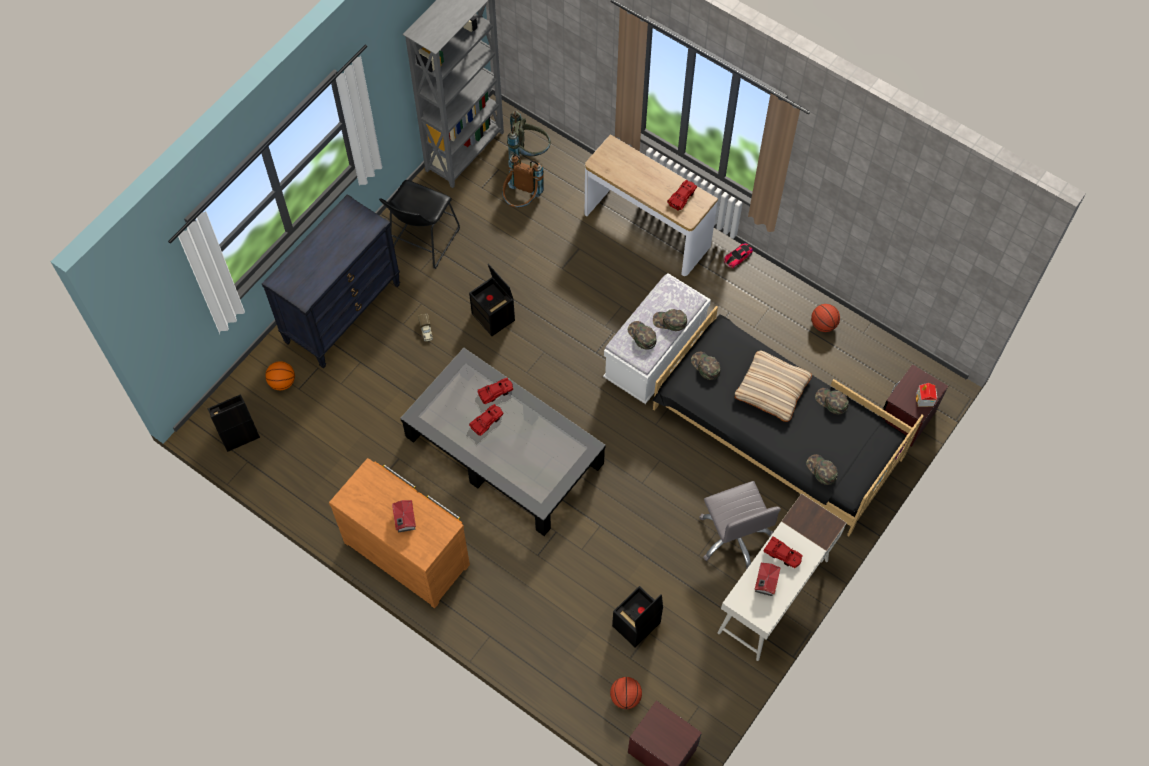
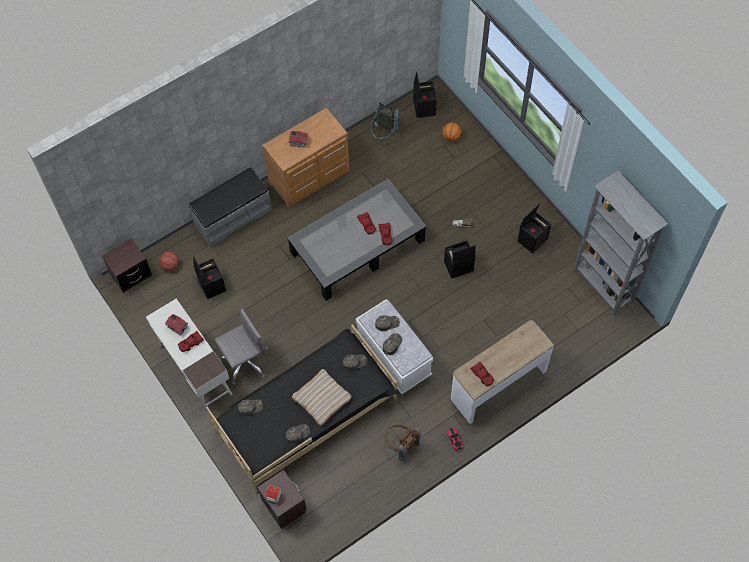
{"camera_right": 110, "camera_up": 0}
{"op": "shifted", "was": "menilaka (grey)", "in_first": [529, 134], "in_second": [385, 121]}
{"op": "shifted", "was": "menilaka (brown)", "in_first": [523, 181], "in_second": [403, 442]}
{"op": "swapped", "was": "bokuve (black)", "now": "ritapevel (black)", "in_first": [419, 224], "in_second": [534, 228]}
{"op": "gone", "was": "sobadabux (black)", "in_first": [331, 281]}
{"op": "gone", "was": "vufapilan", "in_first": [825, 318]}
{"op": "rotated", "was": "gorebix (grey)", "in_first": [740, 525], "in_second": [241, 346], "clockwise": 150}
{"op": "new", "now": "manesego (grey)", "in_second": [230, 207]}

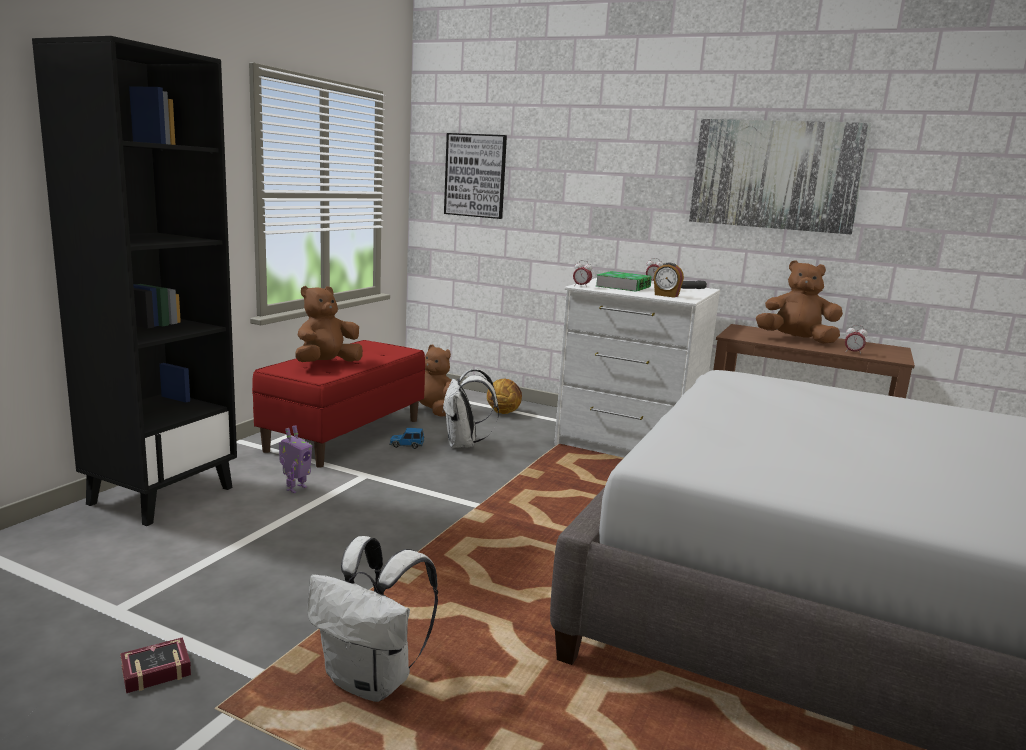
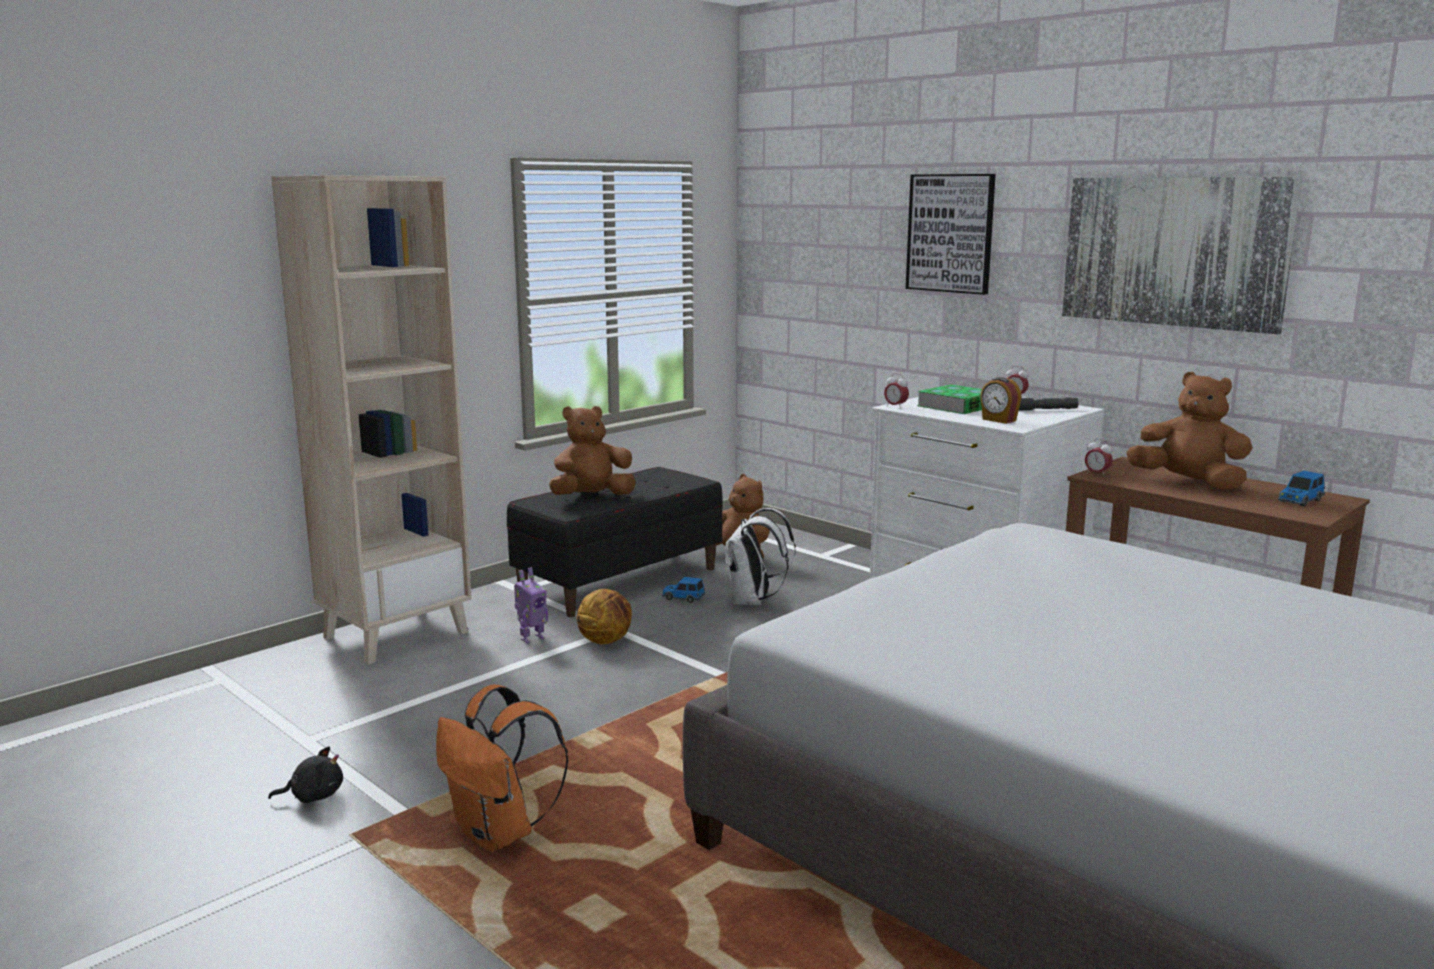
{"camera_right": 20, "camera_up": 0}
{"op": "repainted", "was": "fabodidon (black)", "now": "fabodidon (beige)", "in_first": [134, 281], "in_second": [371, 420]}
{"op": "shifted", "was": "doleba", "in_first": [475, 176], "in_second": [951, 234]}
{"op": "shifted", "was": "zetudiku", "in_first": [856, 340], "in_second": [1099, 458]}
{"op": "repainted", "was": "manesego (red)", "now": "manesego (black)", "in_first": [338, 404], "in_second": [615, 542]}
{"op": "shifted", "was": "vufapilan", "in_first": [504, 396], "in_second": [604, 616]}
{"op": "repainted", "was": "menilaka (white)", "now": "menilaka (orange)", "in_first": [372, 619], "in_second": [502, 768]}
{"op": "swapped", "was": "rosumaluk", "now": "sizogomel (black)", "in_first": [155, 665], "in_second": [305, 774]}
{"op": "new", "now": "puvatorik", "in_second": [1301, 488]}

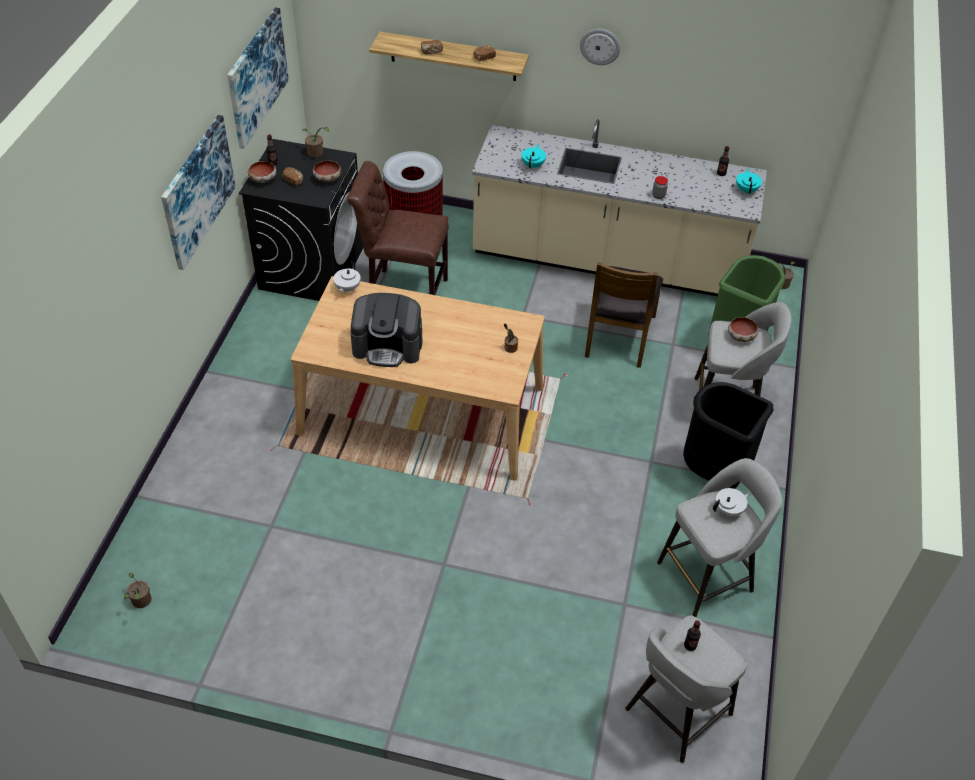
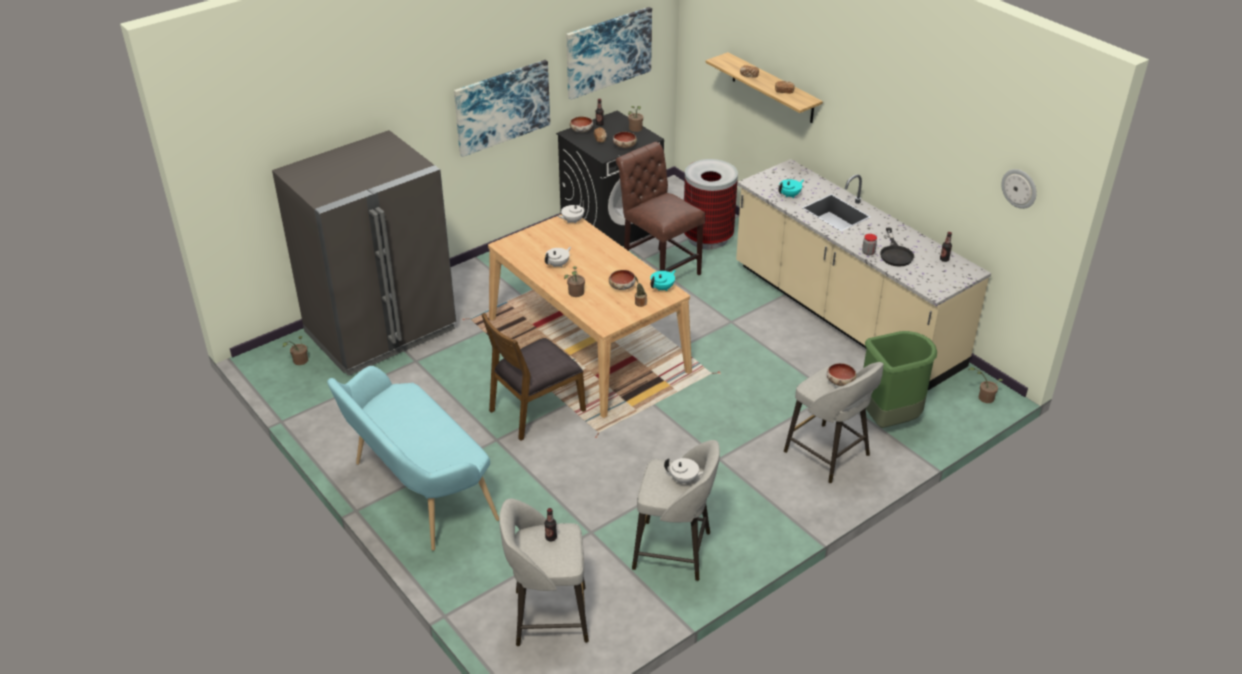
{"camera_right": 40, "camera_up": -10}
{"op": "shifted", "was": "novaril", "in_first": [600, 47], "in_second": [1019, 189]}
{"op": "shifted", "was": "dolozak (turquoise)", "in_first": [749, 181], "in_second": [663, 280]}
{"op": "shifted", "was": "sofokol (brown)", "in_first": [624, 315], "in_second": [533, 377]}
{"op": "swapped", "was": "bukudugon", "now": "dolozak (white)", "in_first": [386, 330], "in_second": [558, 257]}
{"op": "gone", "was": "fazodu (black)", "in_first": [728, 435]}
{"op": "new", "now": "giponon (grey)", "in_second": [364, 253]}
{"op": "new", "now": "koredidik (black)", "in_second": [897, 247]}
{"op": "new", "now": "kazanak", "in_second": [574, 281]}
{"op": "new", "now": "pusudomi", "in_second": [622, 280]}
{"op": "new", "now": "manesego (turquoise)", "in_second": [413, 458]}

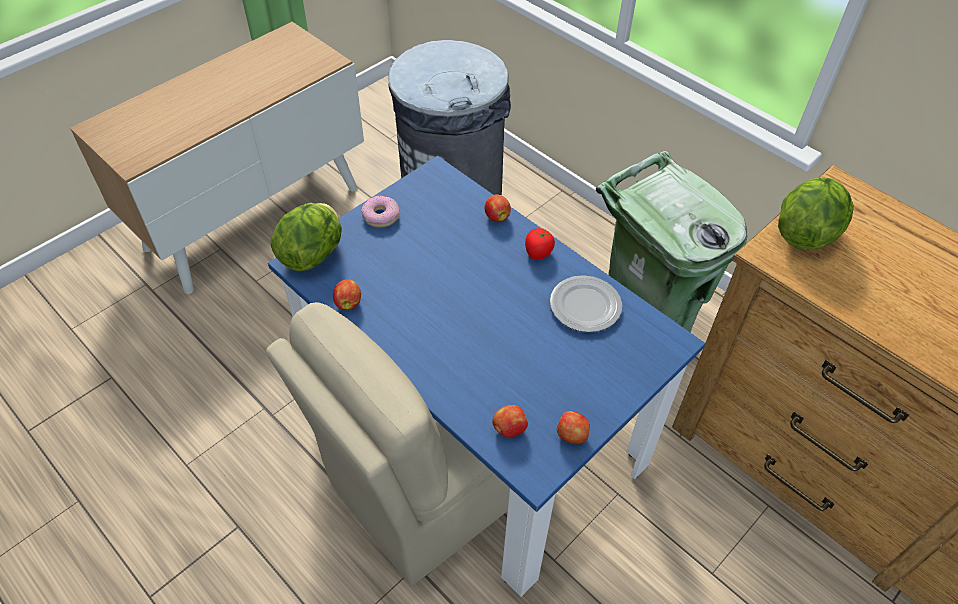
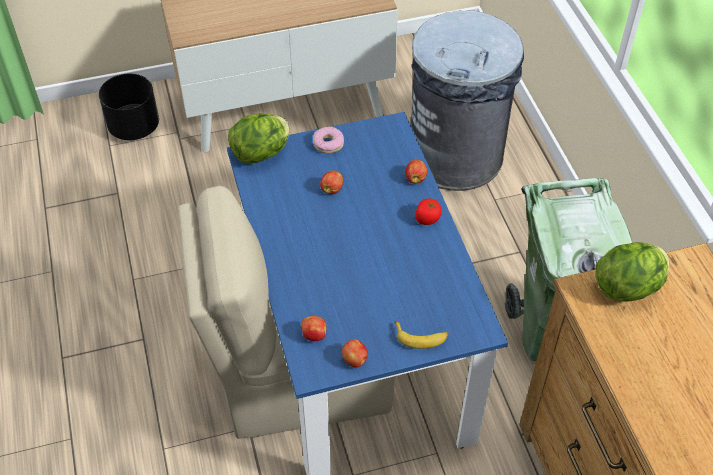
{"camera_right": 30, "camera_up": 0}
{"op": "gone", "was": "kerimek", "in_first": [586, 303]}
{"op": "shifted", "was": "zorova", "in_first": [347, 294], "in_second": [331, 182]}
{"op": "new", "now": "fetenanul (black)", "in_second": [129, 107]}
{"op": "new", "now": "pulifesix", "in_second": [422, 335]}

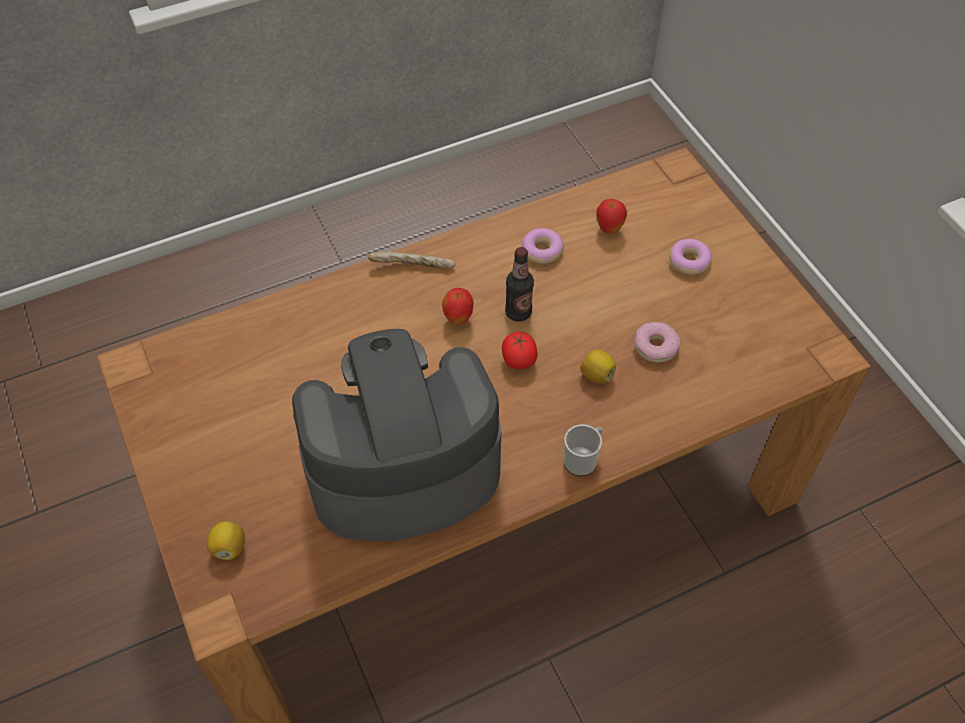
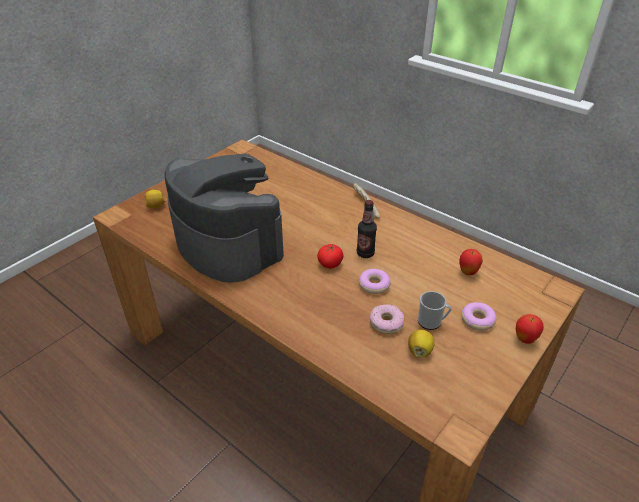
{"camera_right": 65, "camera_up": -15}
{"op": "shifted", "was": "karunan", "in_first": [542, 246], "in_second": [375, 281]}
{"op": "shifted", "was": "zorova", "in_first": [458, 306], "in_second": [530, 329]}
{"op": "shifted", "was": "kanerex", "in_first": [598, 366], "in_second": [421, 343]}
{"op": "shifted", "was": "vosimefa", "in_first": [583, 450], "in_second": [435, 310]}

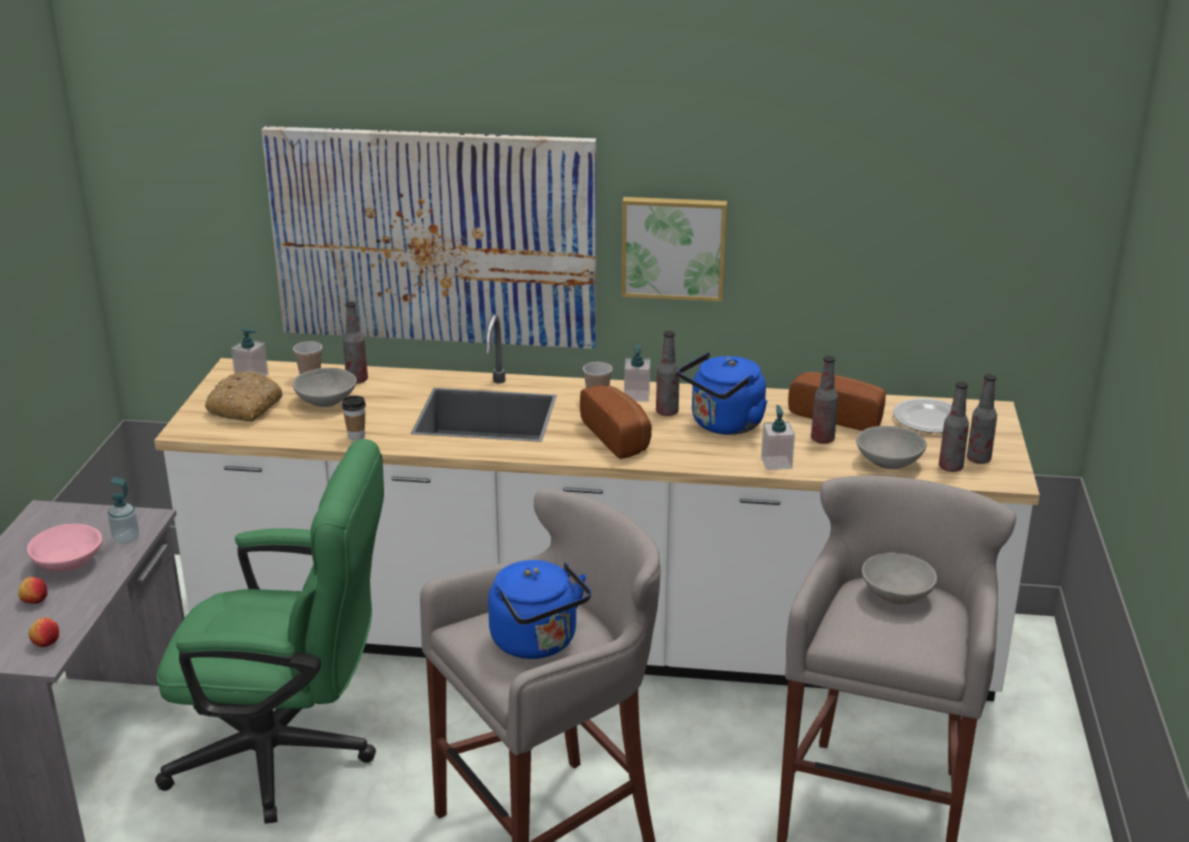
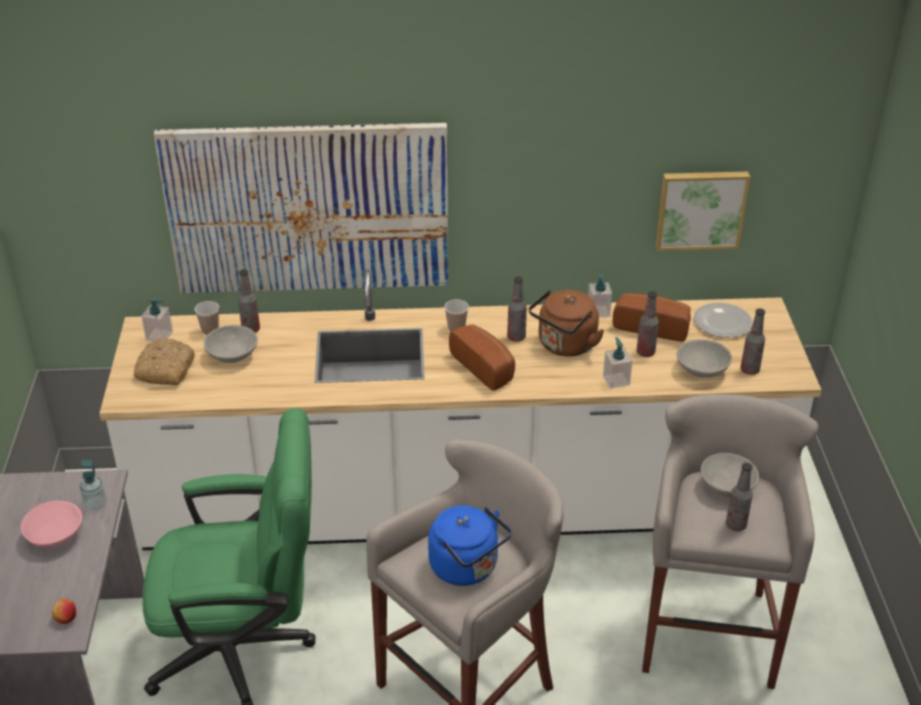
{"camera_right": -10, "camera_up": 10}
{"op": "shifted", "was": "doleba", "in_first": [674, 249], "in_second": [703, 211]}
{"op": "shifted", "was": "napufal", "in_first": [637, 373], "in_second": [600, 295]}
{"op": "repainted", "was": "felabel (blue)", "now": "felabel (brown)", "in_first": [723, 393], "in_second": [566, 323]}
{"op": "shifted", "was": "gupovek", "in_first": [982, 419], "in_second": [739, 497]}
{"op": "gone", "was": "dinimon", "in_first": [354, 418]}
{"op": "gone", "was": "zorova", "in_first": [32, 590]}

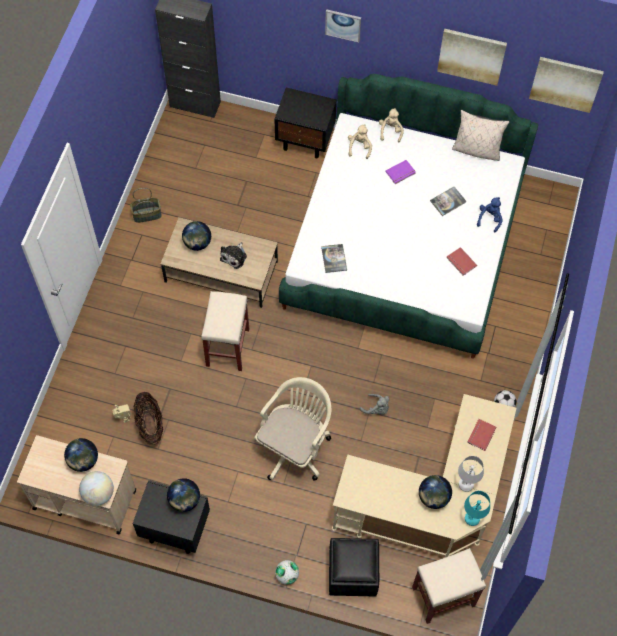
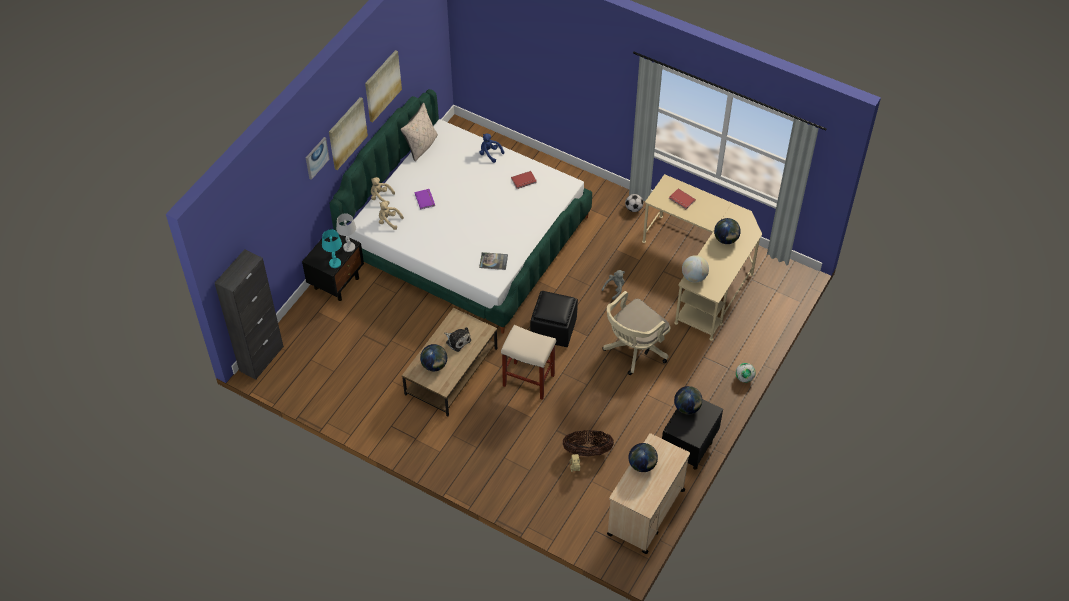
{"camera_right": -75, "camera_up": -10}
{"op": "shifted", "was": "doleba", "in_first": [566, 85], "in_second": [348, 133]}
{"op": "gone", "was": "rosumaluk", "in_first": [448, 201]}
{"op": "gone", "was": "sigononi", "in_first": [146, 205]}
{"op": "rotated", "was": "gorebix (beige)", "in_first": [293, 429], "in_second": [636, 333], "clockwise": -90}
{"op": "shifted", "was": "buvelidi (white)", "in_first": [471, 474], "in_second": [346, 232]}
{"op": "shifted", "was": "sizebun", "in_first": [96, 488], "in_second": [695, 269]}
{"op": "shifted", "was": "buvelidi (turquoise)", "in_first": [477, 508], "in_second": [332, 249]}
{"op": "shifted", "was": "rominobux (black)", "in_first": [354, 567], "in_second": [554, 319]}
{"op": "gone", "was": "bokuve (beige)", "in_first": [449, 586]}

